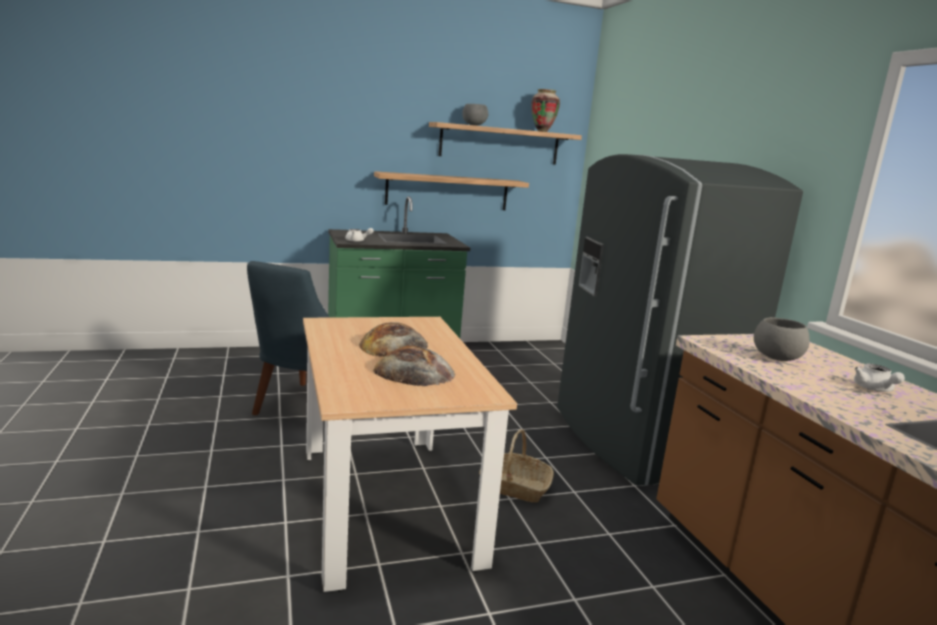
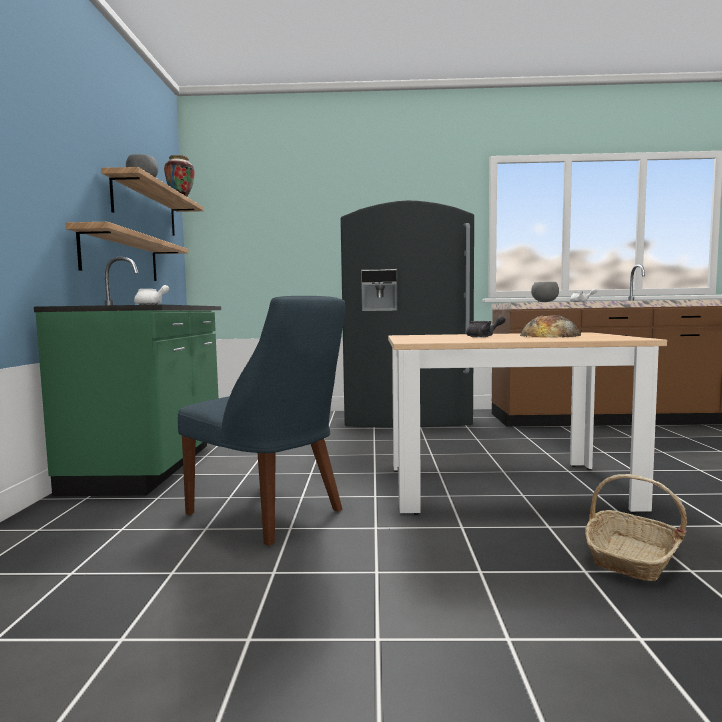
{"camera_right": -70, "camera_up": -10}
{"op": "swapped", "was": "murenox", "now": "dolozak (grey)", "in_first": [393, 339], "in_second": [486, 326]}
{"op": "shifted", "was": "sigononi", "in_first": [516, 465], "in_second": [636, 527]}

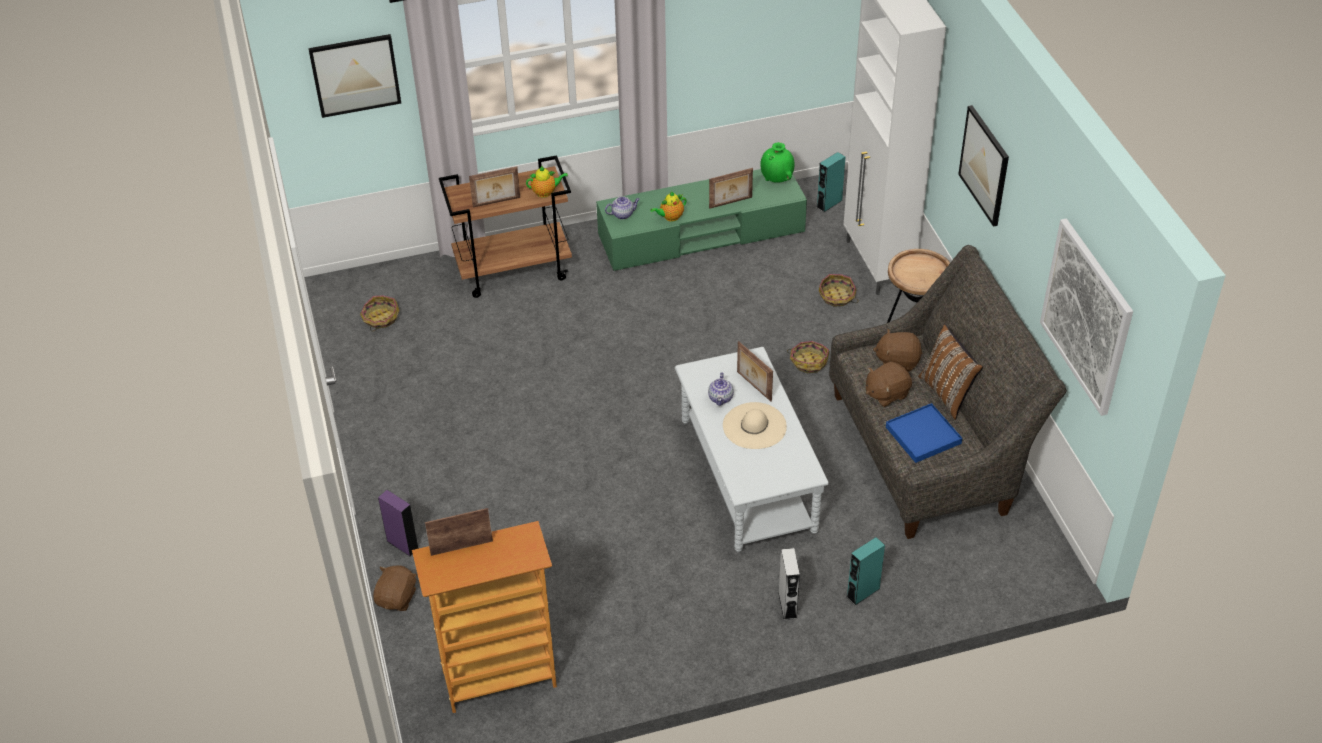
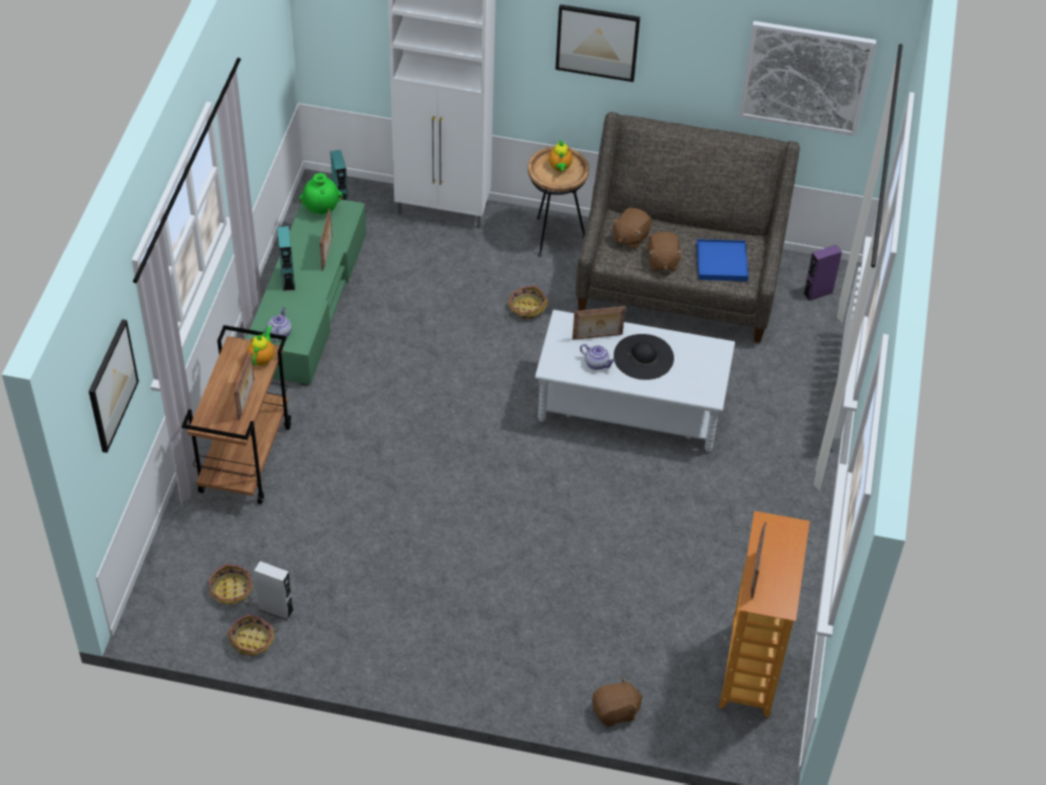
{"camera_right": -65, "camera_up": 5}
{"op": "shifted", "was": "dolozak", "in_first": [668, 206], "in_second": [561, 156]}
{"op": "shifted", "was": "sigononi", "in_first": [839, 290], "in_second": [252, 635]}
{"op": "gone", "was": "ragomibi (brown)", "in_first": [950, 372]}
{"op": "repainted", "was": "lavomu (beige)", "now": "lavomu (black)", "in_first": [755, 425], "in_second": [644, 357]}
{"op": "shifted", "was": "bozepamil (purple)", "in_first": [398, 523], "in_second": [822, 273]}
{"op": "shifted", "was": "bozepamil (turquoise)", "in_first": [865, 571], "in_second": [286, 258]}
{"op": "shifted", "was": "bozepamil (grey)", "in_first": [789, 584], "in_second": [274, 590]}
{"op": "rotated", "was": "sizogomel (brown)", "in_first": [395, 588], "in_second": [617, 702], "clockwise": 120}

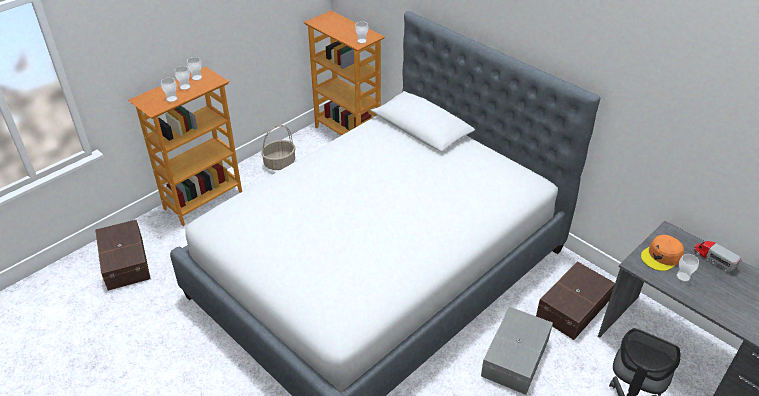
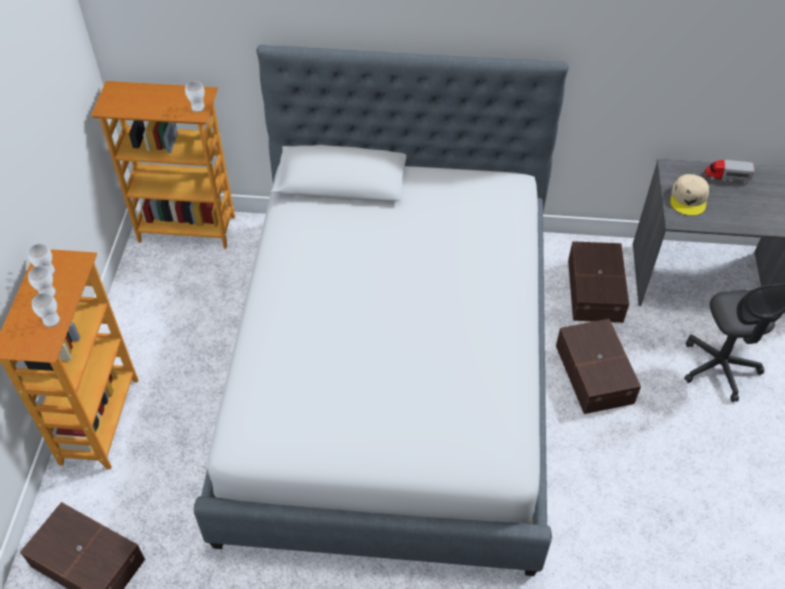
{"camera_right": -40, "camera_up": 10}
{"op": "gone", "was": "sigononi", "in_first": [278, 147]}
{"op": "repainted", "was": "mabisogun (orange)", "now": "mabisogun (beige)", "in_first": [662, 253], "in_second": [689, 195]}
{"op": "gone", "was": "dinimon", "in_first": [687, 268]}
{"op": "repainted", "was": "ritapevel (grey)", "now": "ritapevel (brown)", "in_first": [517, 351], "in_second": [598, 366]}

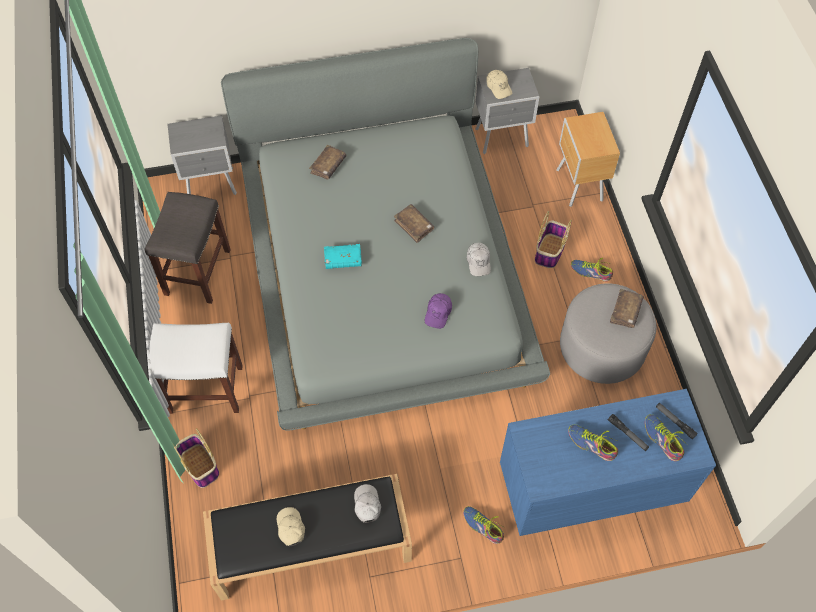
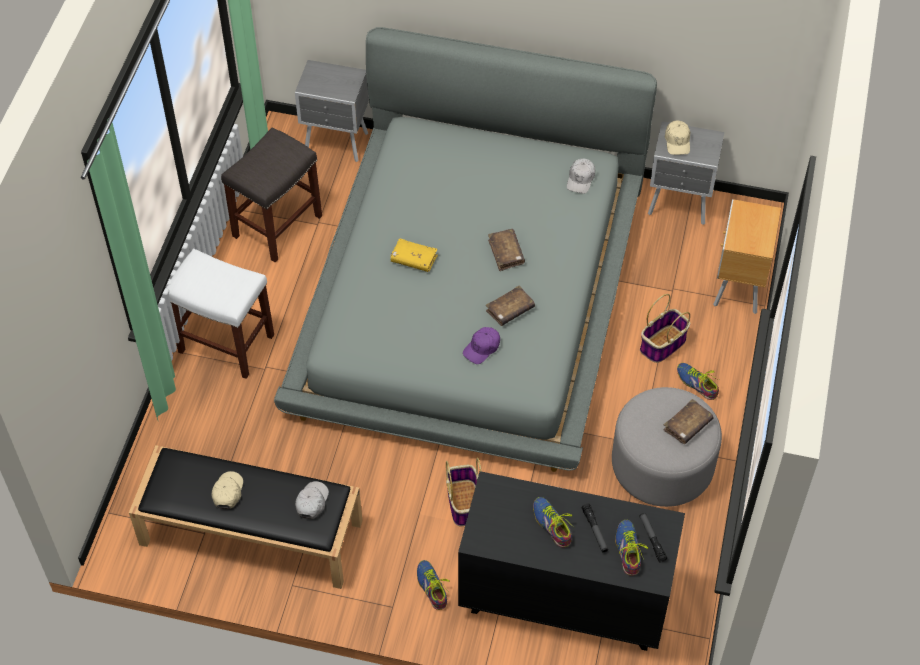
{"camera_right": 25, "camera_up": -5}
{"op": "shifted", "was": "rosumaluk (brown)", "in_first": [327, 162], "in_second": [510, 306]}
{"op": "shifted", "was": "mabisogun (white)", "in_first": [479, 259], "in_second": [581, 176]}
{"op": "repainted", "was": "rosumaluk (turquoise)", "now": "rosumaluk (yellow)", "in_first": [343, 256], "in_second": [414, 255]}
{"op": "repainted", "was": "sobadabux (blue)", "now": "sobadabux (black)", "in_first": [608, 462], "in_second": [571, 561]}
{"op": "shifted", "was": "sigononi", "in_first": [196, 458], "in_second": [464, 491]}

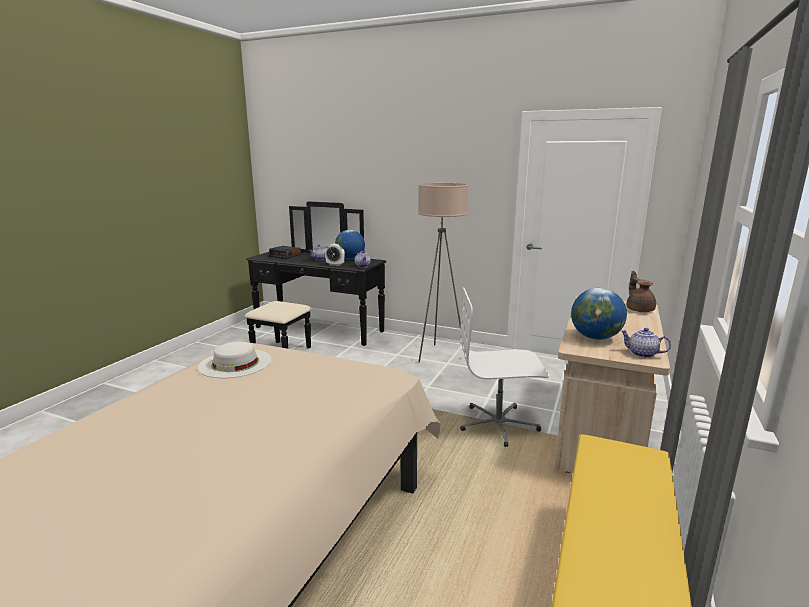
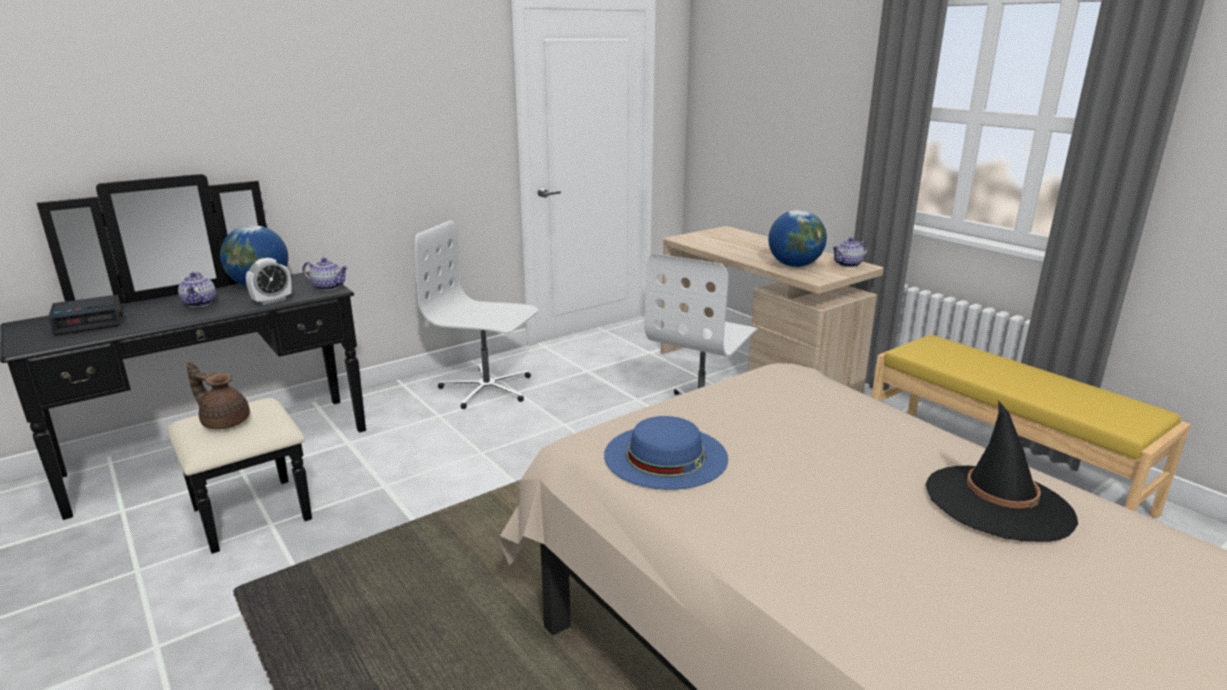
{"camera_right": -60, "camera_up": 5}
{"op": "swapped", "was": "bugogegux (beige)", "now": "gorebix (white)", "in_first": [443, 273], "in_second": [476, 314]}
{"op": "shifted", "was": "dolozak (brown)", "in_first": [641, 291], "in_second": [218, 396]}
{"op": "repainted", "was": "lavomu (white)", "now": "lavomu (blue)", "in_first": [235, 359], "in_second": [666, 453]}
{"op": "new", "now": "lavomu (black)", "in_second": [1002, 471]}

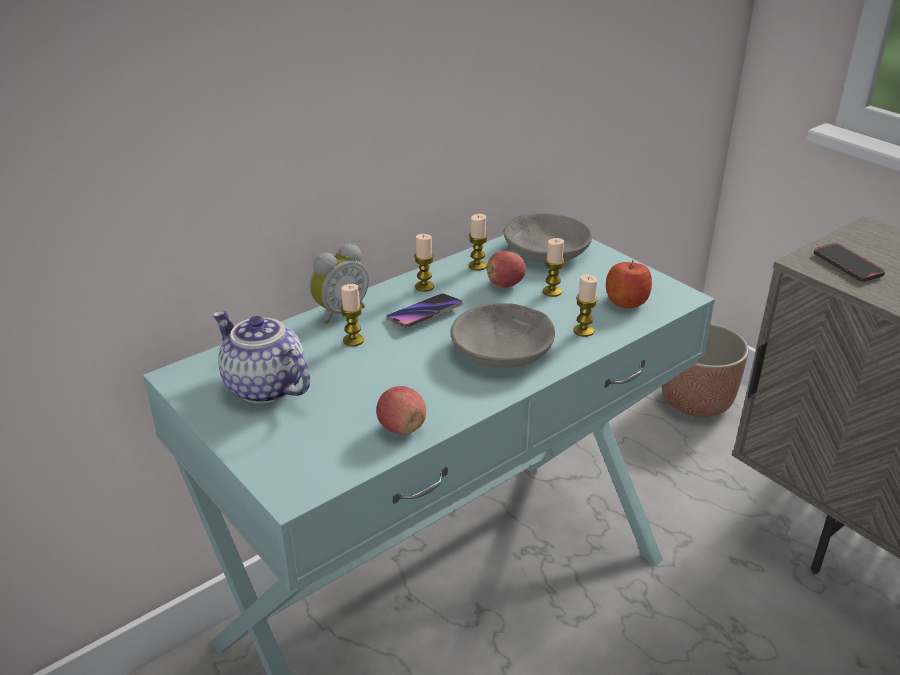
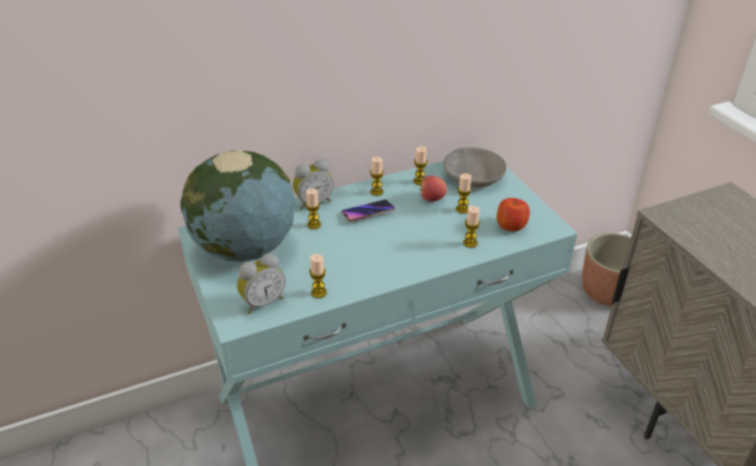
{"camera_right": 15, "camera_up": 5}
{"op": "gone", "was": "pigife", "in_first": [849, 262]}
{"op": "gone", "was": "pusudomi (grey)", "in_first": [502, 335]}
{"op": "swapped", "was": "dolozak", "now": "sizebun", "in_first": [261, 357], "in_second": [237, 206]}
{"op": "swapped", "was": "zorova", "now": "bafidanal", "in_first": [401, 410], "in_second": [318, 276]}
{"op": "new", "now": "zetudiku", "in_second": [261, 283]}

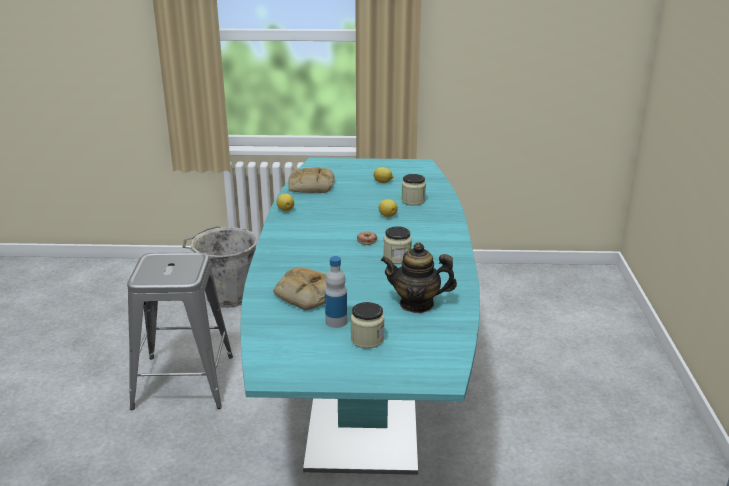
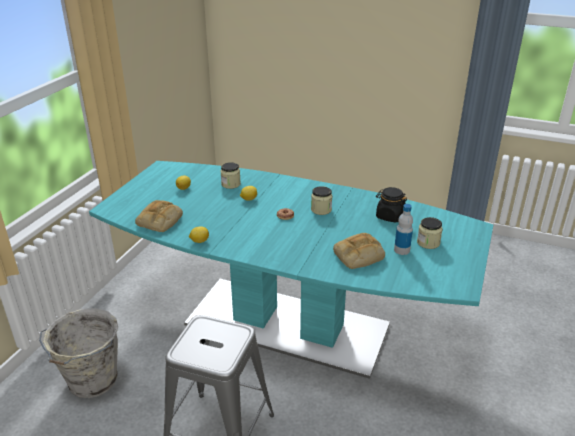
{"camera_right": -70, "camera_up": 5}
{"op": "swapped", "was": "dolozak", "now": "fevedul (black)", "in_first": [419, 277], "in_second": [391, 204]}

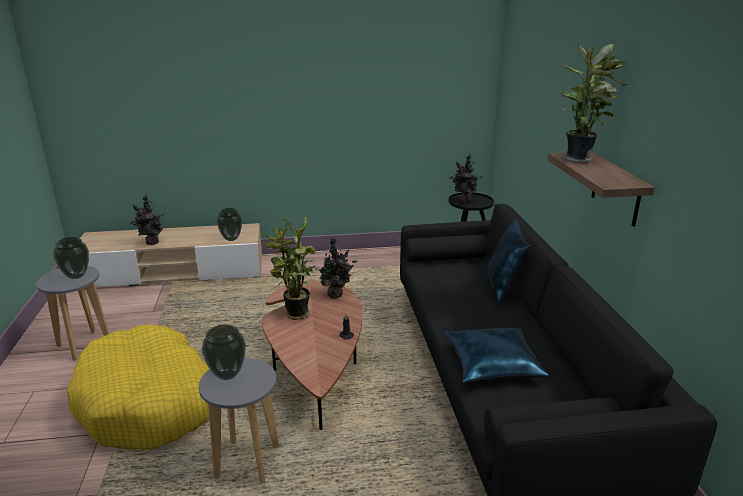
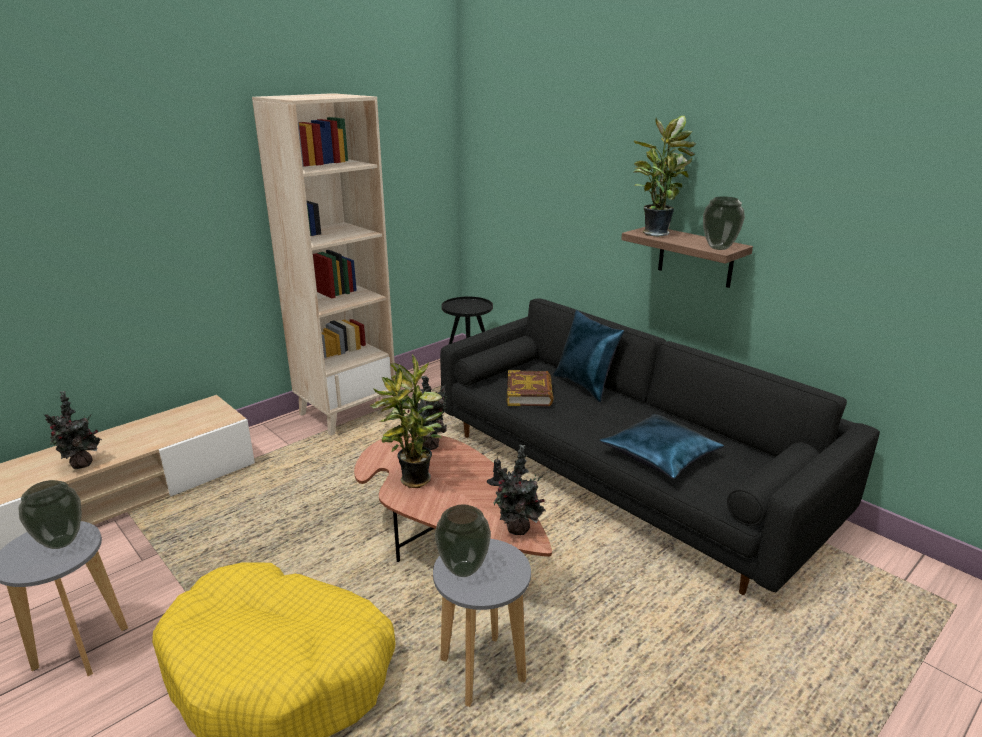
{"camera_right": -35, "camera_up": 0}
{"op": "shifted", "was": "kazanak", "in_first": [466, 178], "in_second": [520, 490]}
{"op": "shifted", "was": "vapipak", "in_first": [229, 224], "in_second": [724, 223]}
{"op": "new", "now": "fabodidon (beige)", "in_second": [323, 264]}
{"op": "new", "now": "rosumaluk", "in_second": [530, 388]}

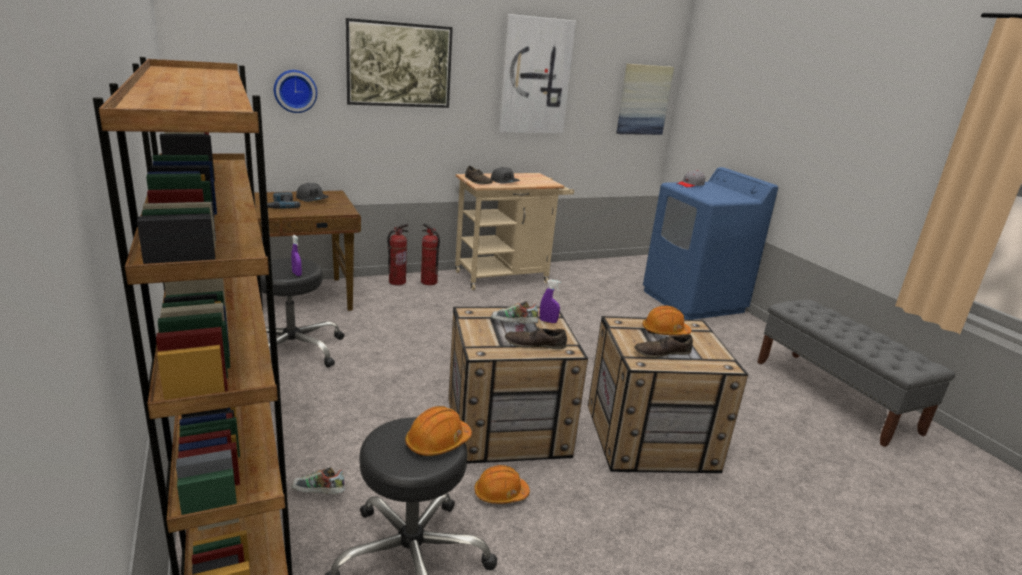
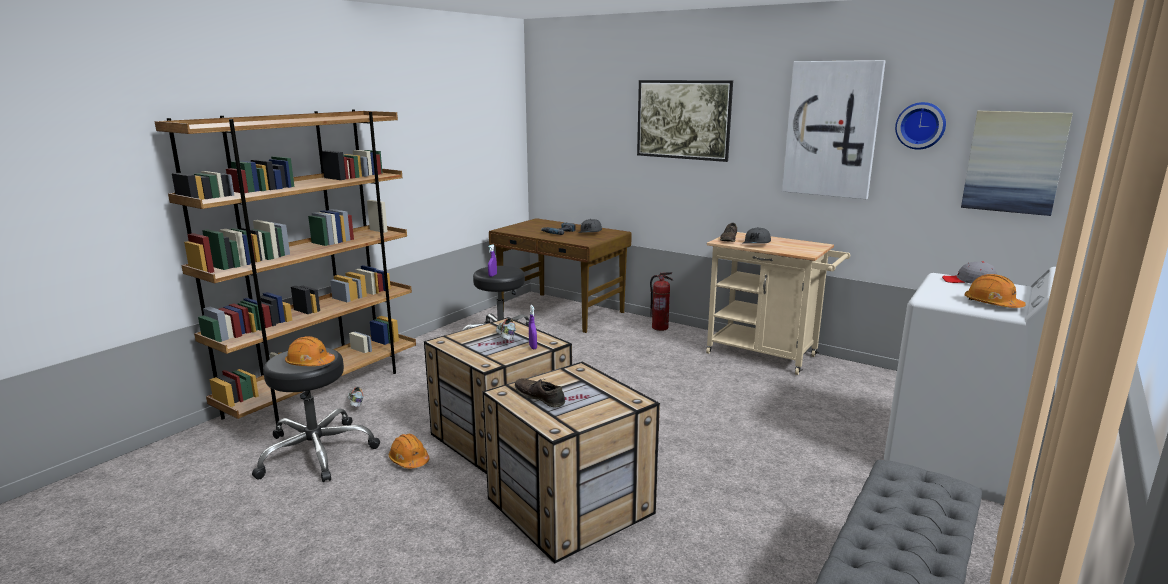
{"camera_right": 60, "camera_up": -5}
{"op": "shifted", "was": "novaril", "in_first": [295, 91], "in_second": [920, 126]}
{"op": "repainted", "was": "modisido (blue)", "now": "modisido (white)", "in_first": [710, 243], "in_second": [970, 386]}
{"op": "gone", "was": "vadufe", "in_first": [430, 254]}
{"op": "shifted", "was": "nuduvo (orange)", "in_first": [666, 320], "in_second": [995, 291]}
{"op": "gone", "was": "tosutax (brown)", "in_first": [536, 338]}

